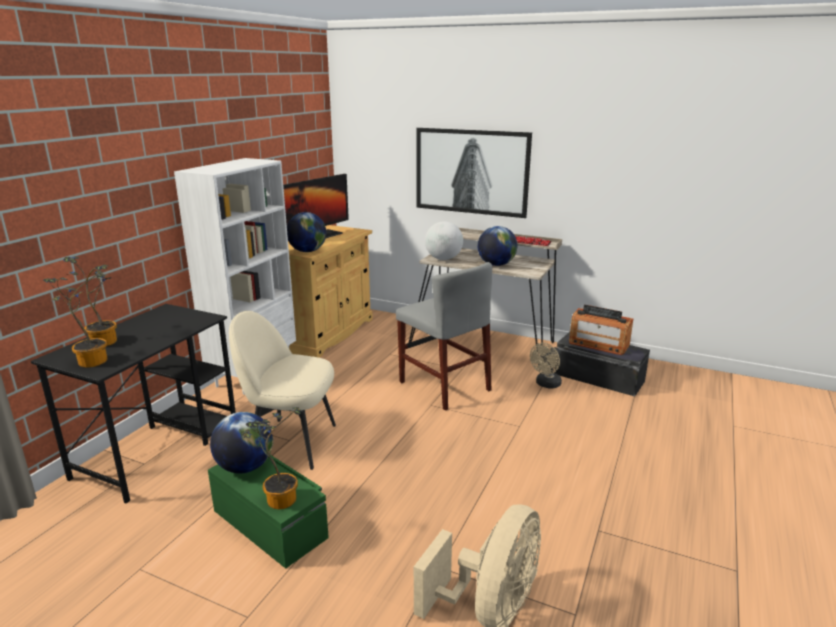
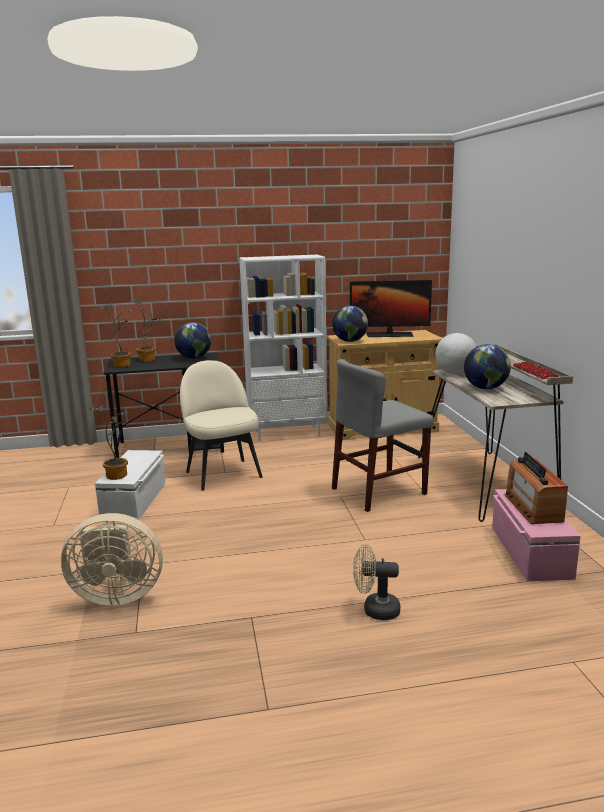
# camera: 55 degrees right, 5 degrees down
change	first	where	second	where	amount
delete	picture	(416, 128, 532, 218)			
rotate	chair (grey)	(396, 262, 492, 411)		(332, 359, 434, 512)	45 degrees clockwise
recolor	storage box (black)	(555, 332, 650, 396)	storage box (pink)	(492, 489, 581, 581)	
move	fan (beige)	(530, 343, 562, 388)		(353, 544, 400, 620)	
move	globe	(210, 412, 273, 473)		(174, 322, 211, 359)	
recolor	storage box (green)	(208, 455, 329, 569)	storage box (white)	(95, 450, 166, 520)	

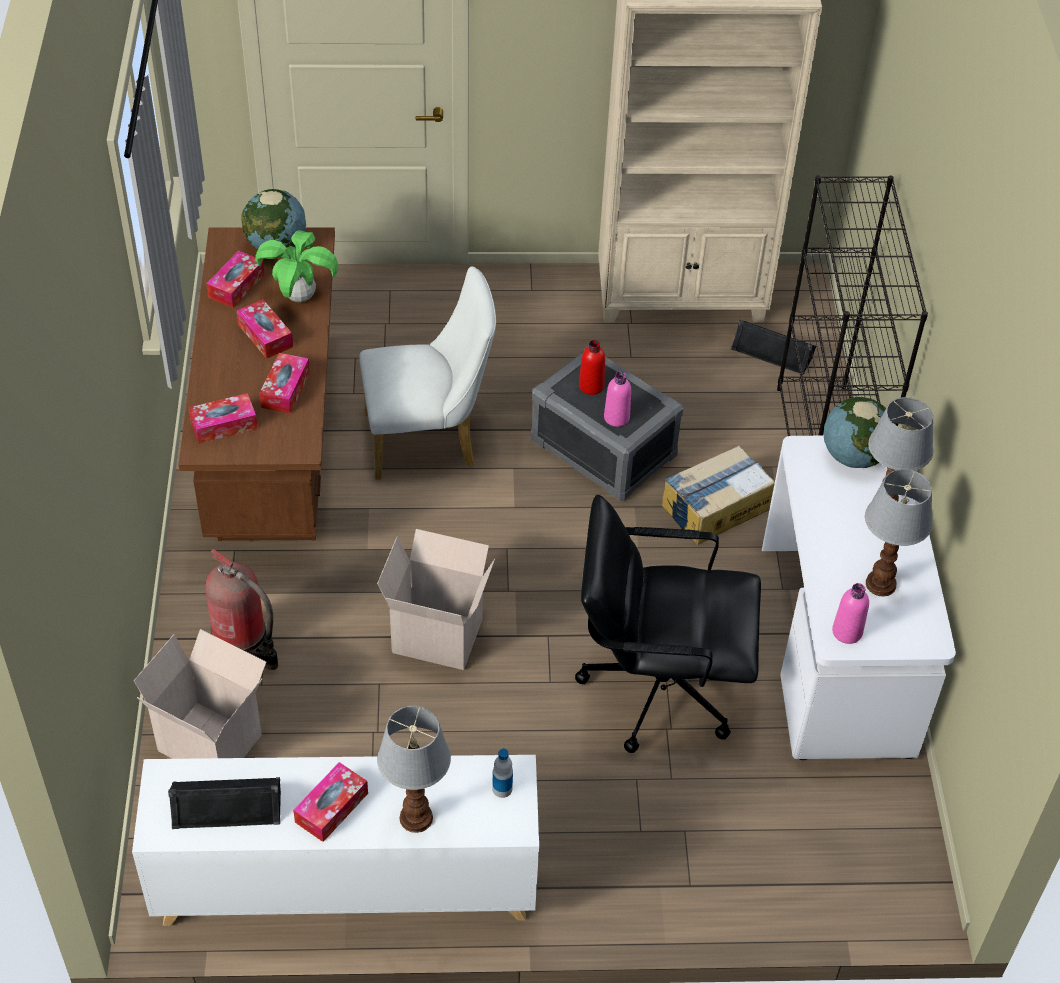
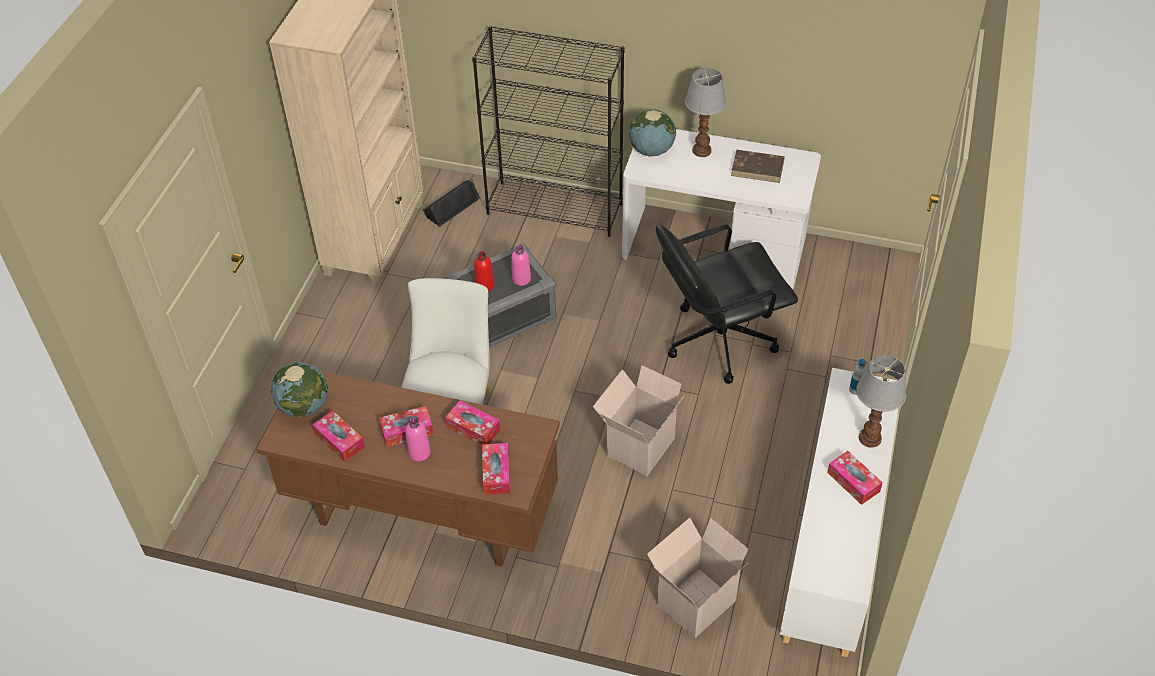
# camera: 70 degrees left, 0 degrees up
change	first	where	second	where	amount
delete	potted plant	(255, 230, 338, 302)			
delete	cardboard box	(662, 445, 775, 545)			
replace	table lamp	(865, 469, 932, 597)	book (brown)	(731, 150, 785, 183)	
rotate	office chair (black)	(575, 494, 761, 753)		(656, 225, 798, 384)	45 degrees clockwise
delete	fire extinguisher	(205, 549, 278, 670)			
move	bottle (pink)	(832, 583, 869, 644)		(405, 417, 431, 461)	
delete	speaker (black)	(168, 777, 281, 829)			

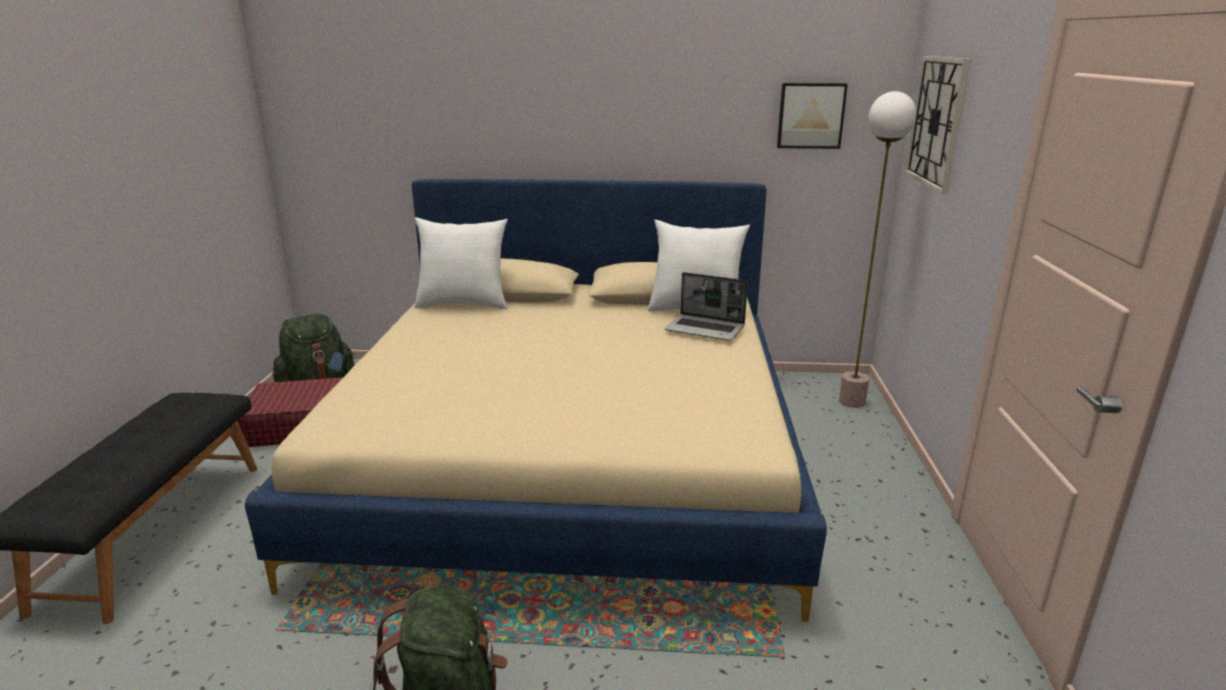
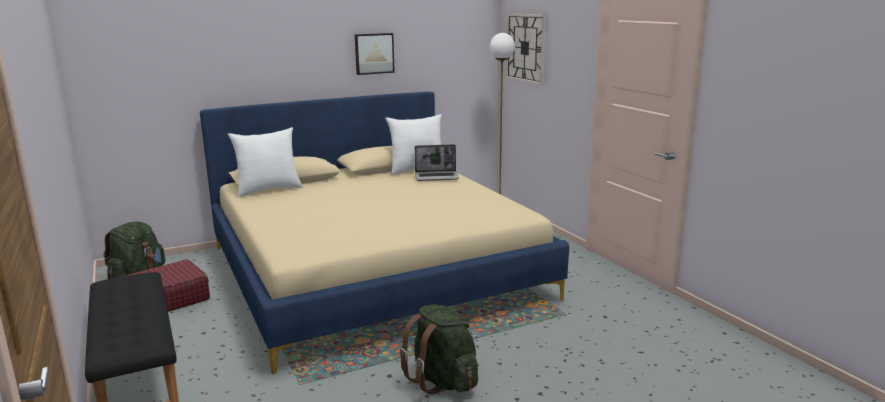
# camera: 30 degrees left, 5 degrees down
change	first	where	second	where	amount
move	picture	(777, 83, 848, 149)		(355, 33, 395, 75)	

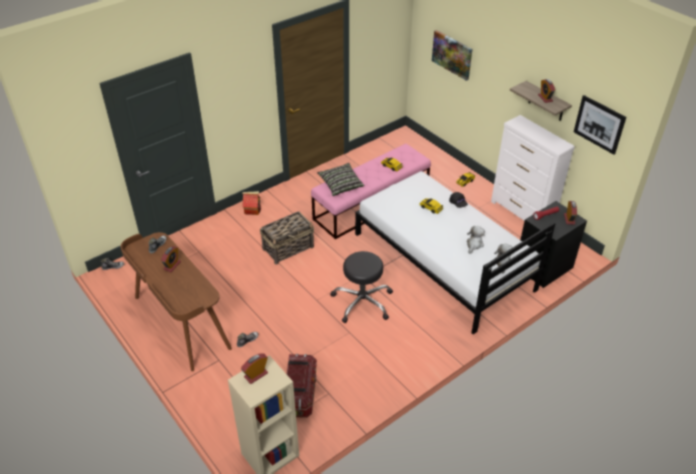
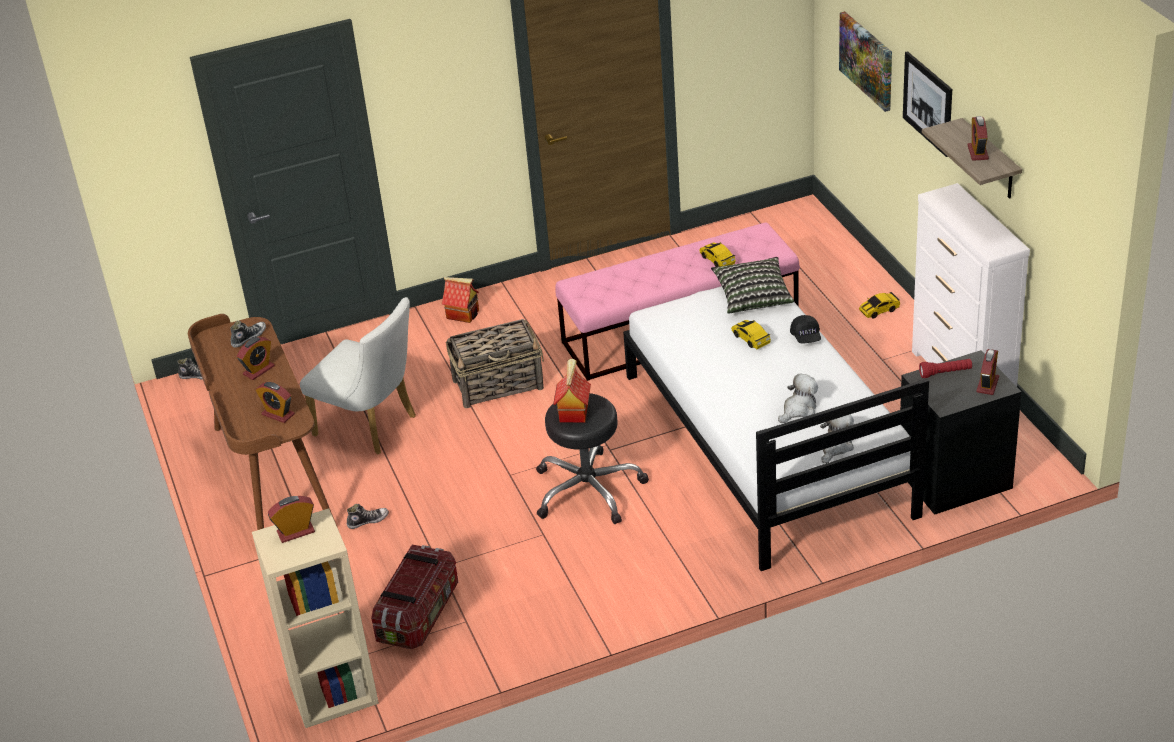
# camera: 20 degrees right, 5 degrees down
change	first	where	second	where	amount
move	picture	(574, 95, 626, 155)		(903, 51, 952, 157)	
move	pillow	(317, 163, 364, 196)		(711, 257, 794, 314)	
insert			chair (white)	(300, 297, 416, 455)	
insert			toy house	(553, 359, 591, 423)	
insert			alarm clock	(255, 382, 295, 423)	

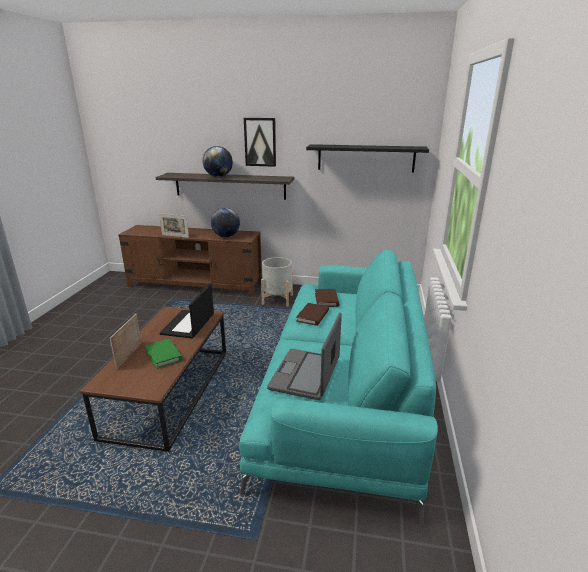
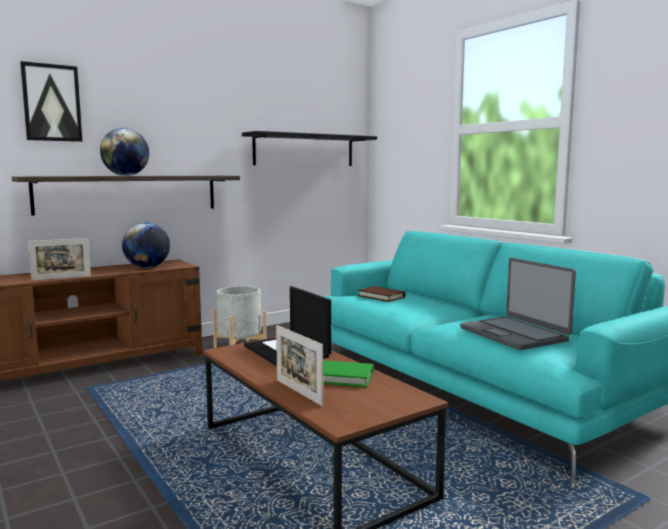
# camera: 45 degrees left, 15 degrees down
change	first	where	second	where	amount
move	picture	(244, 118, 276, 167)		(20, 61, 82, 142)	
delete	book (brown)	(296, 303, 329, 326)			

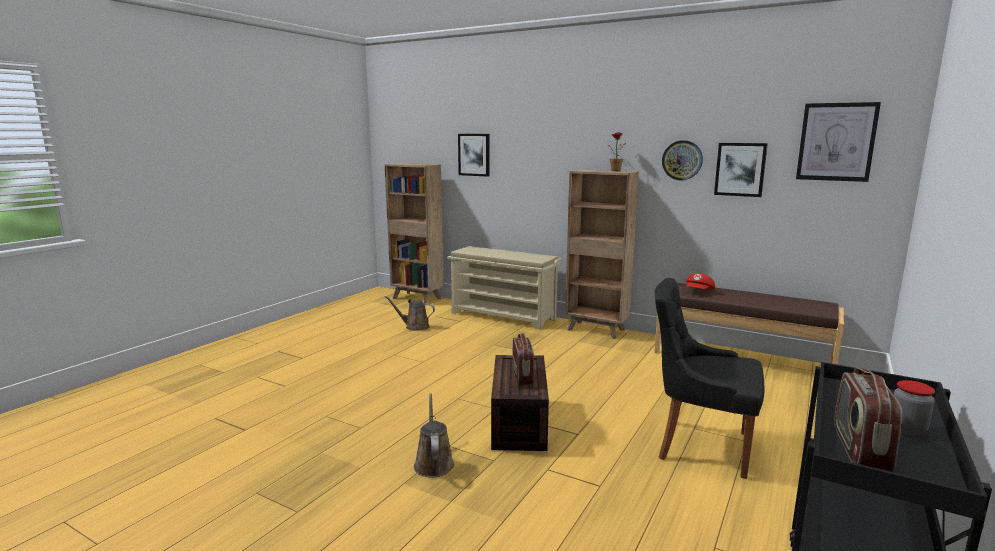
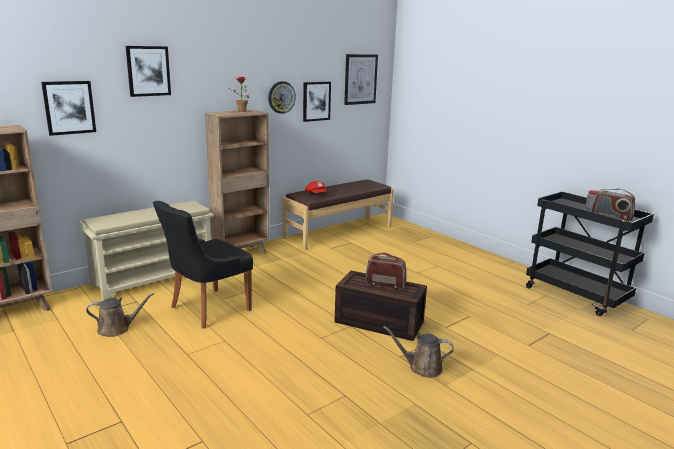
# camera: 70 degrees left, 5 degrees up
change	first	where	second	where	amount
move	chair (black)	(654, 278, 765, 479)		(153, 201, 253, 329)	
rotate	watering can (brown)	(385, 296, 435, 331)		(86, 293, 154, 337)	135 degrees counterclockwise
insert			picture	(126, 46, 171, 97)	

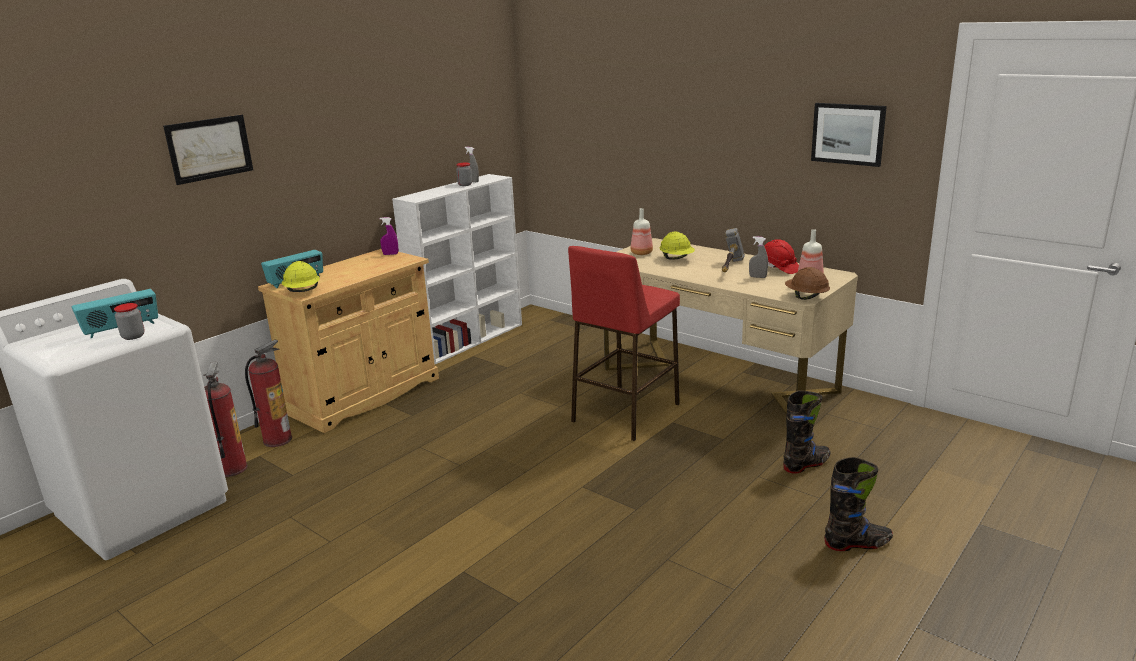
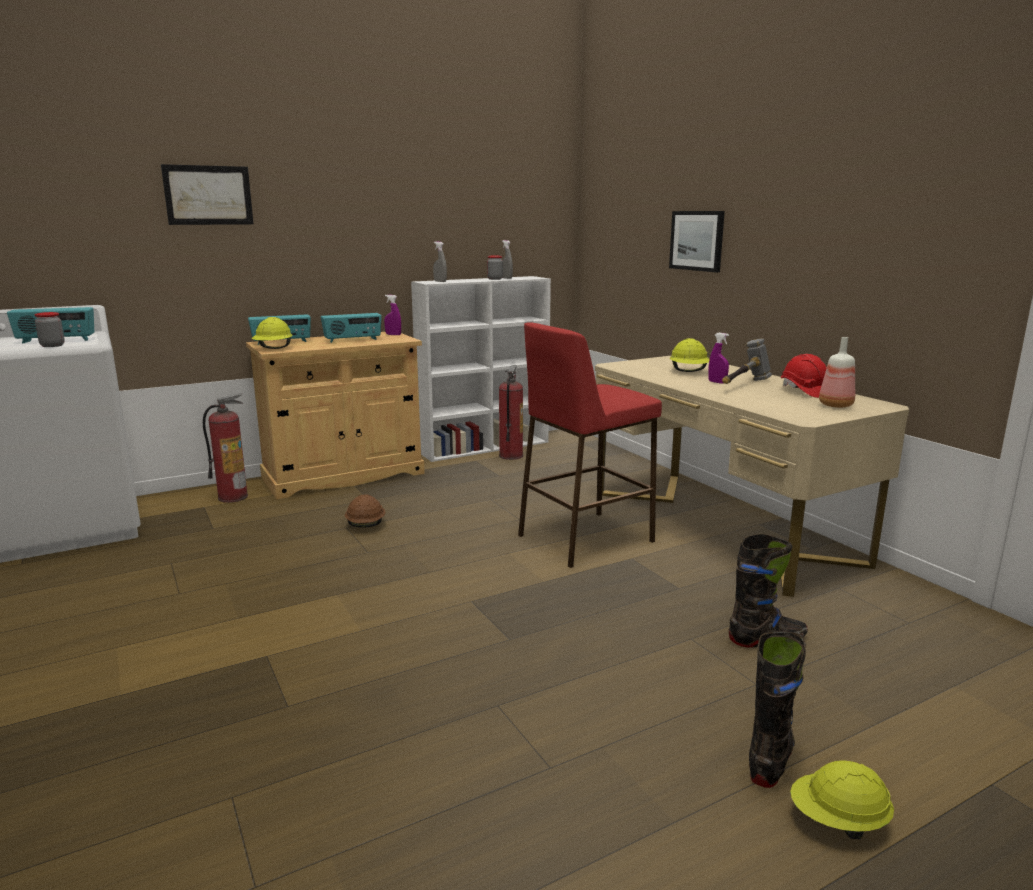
# camera: 20 degrees right, 5 degrees down
change	first	where	second	where	amount
move	picture	(811, 103, 887, 167)		(669, 211, 725, 272)	
delete	bottle	(631, 208, 653, 255)			
move	spray bottle (grey)	(749, 236, 768, 278)		(433, 242, 447, 282)	
move	hard hat (brown)	(785, 267, 830, 300)		(345, 495, 385, 528)	
move	fire extinguisher	(203, 362, 248, 477)		(499, 365, 523, 460)	
rotate	boot (black)	(824, 457, 893, 551)		(749, 631, 806, 788)	75 degrees counterclockwise
insert			radio	(321, 313, 382, 343)	
insert			spray bottle (purple)	(708, 333, 729, 384)	
insert			hard hat (yellow)	(790, 760, 894, 839)	

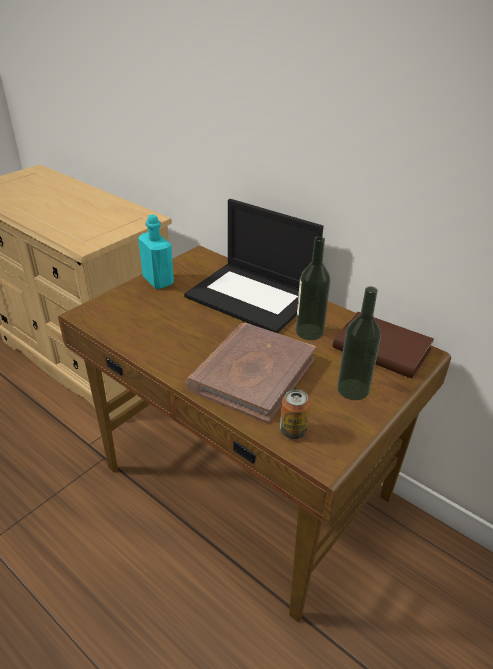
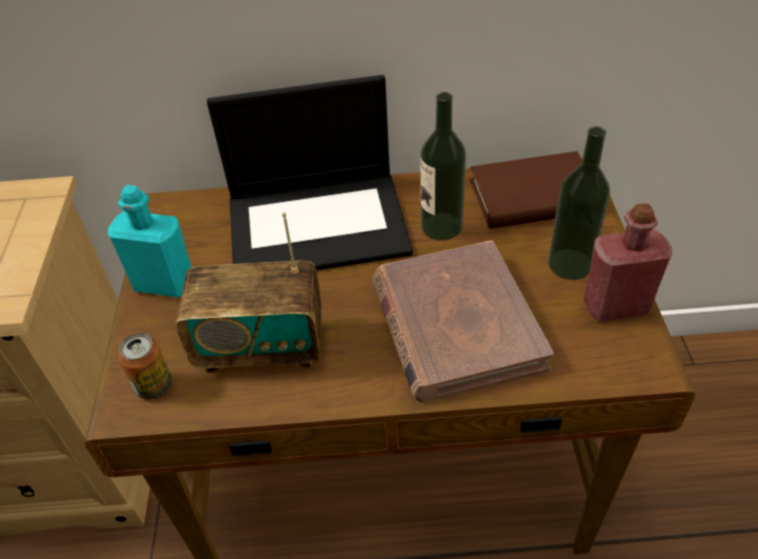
# camera: 40 degrees left, 10 degrees up
change	first	where	second	where	amount
move	can	(280, 389, 310, 439)		(118, 333, 172, 400)	
insert			bottle (red)	(583, 203, 672, 322)	
insert			radio	(176, 212, 321, 373)	

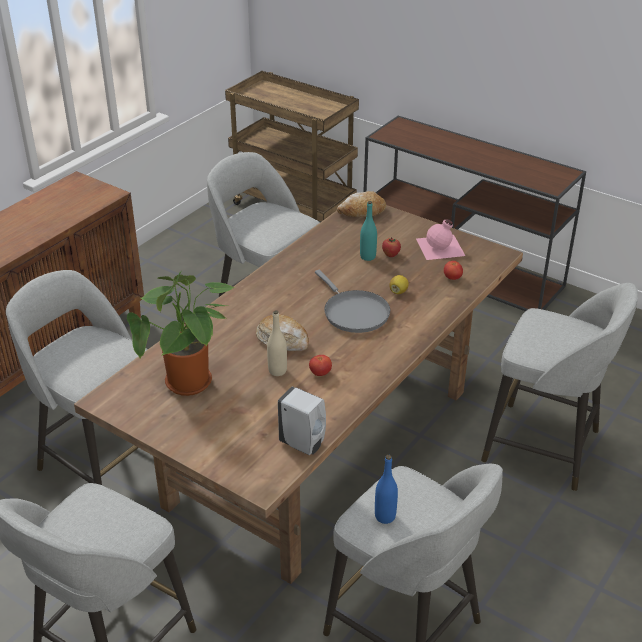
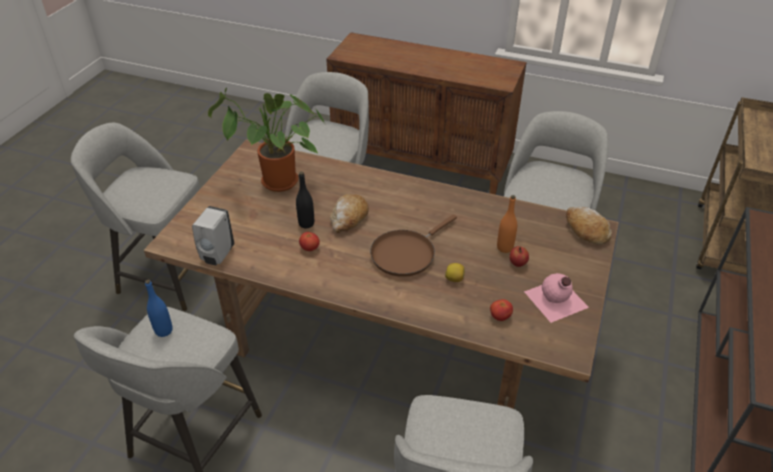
# camera: 75 degrees right, 5 degrees up
change	first	where	second	where	amount
recolor	bottle (turquoise)	(360, 201, 377, 261)	bottle (orange)	(497, 195, 517, 253)	
recolor	frying pan (grey)	(315, 270, 390, 333)	frying pan (brown)	(370, 215, 457, 277)	
recolor	bottle (beige)	(267, 310, 287, 376)	bottle (black)	(296, 172, 314, 228)	

